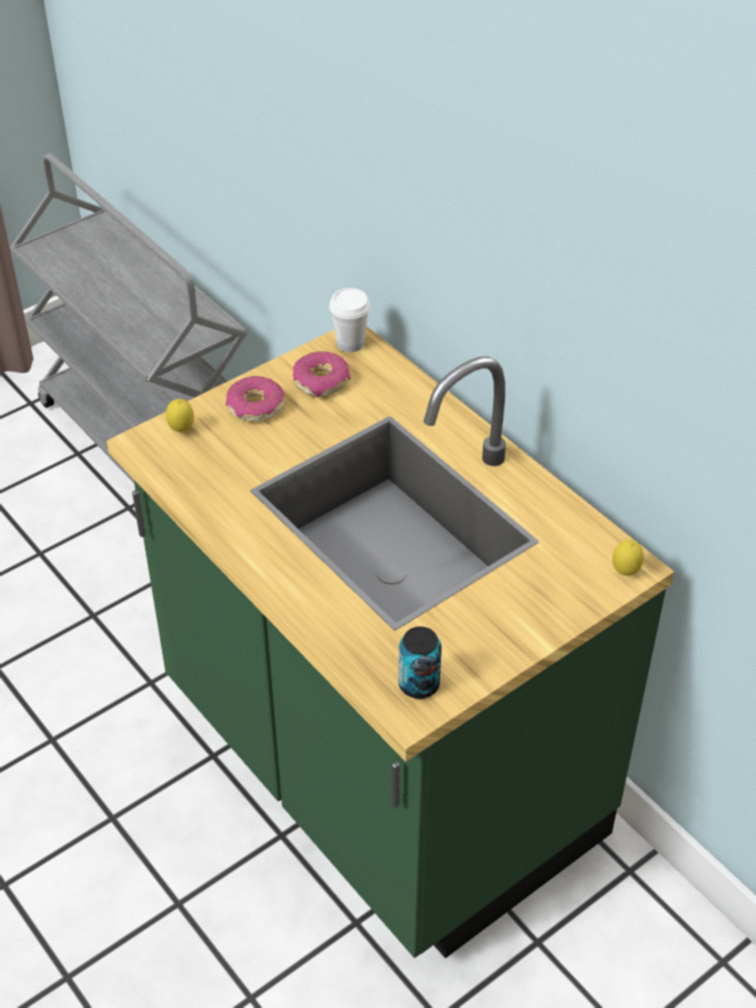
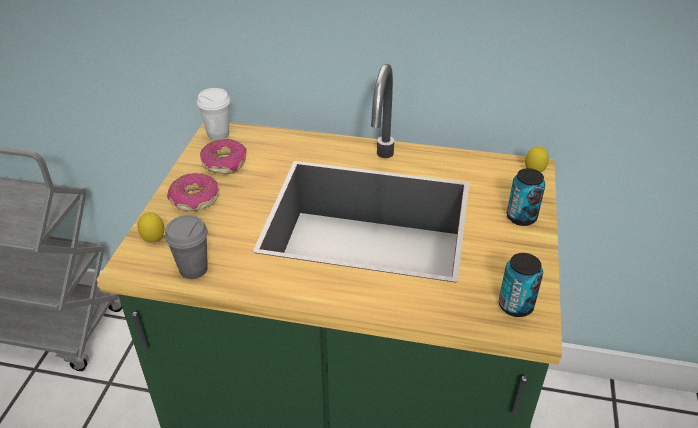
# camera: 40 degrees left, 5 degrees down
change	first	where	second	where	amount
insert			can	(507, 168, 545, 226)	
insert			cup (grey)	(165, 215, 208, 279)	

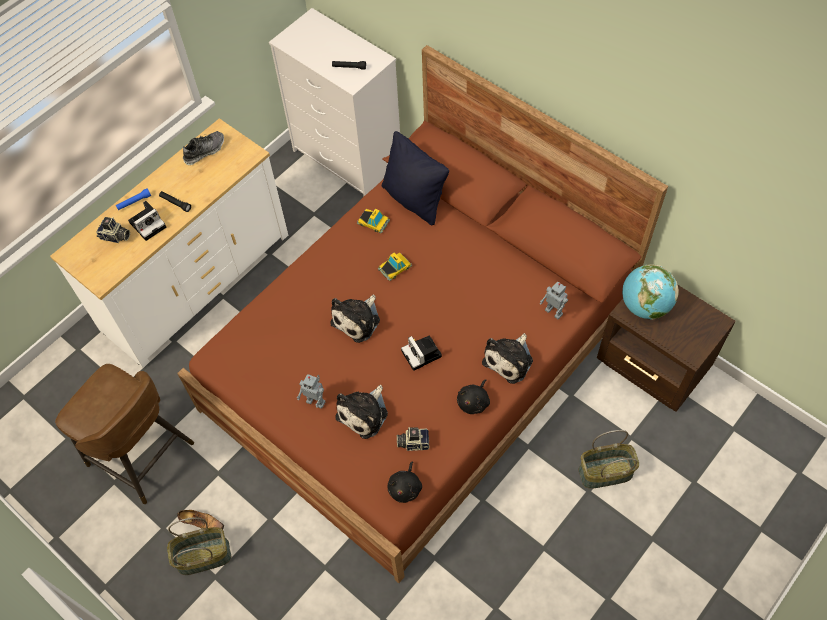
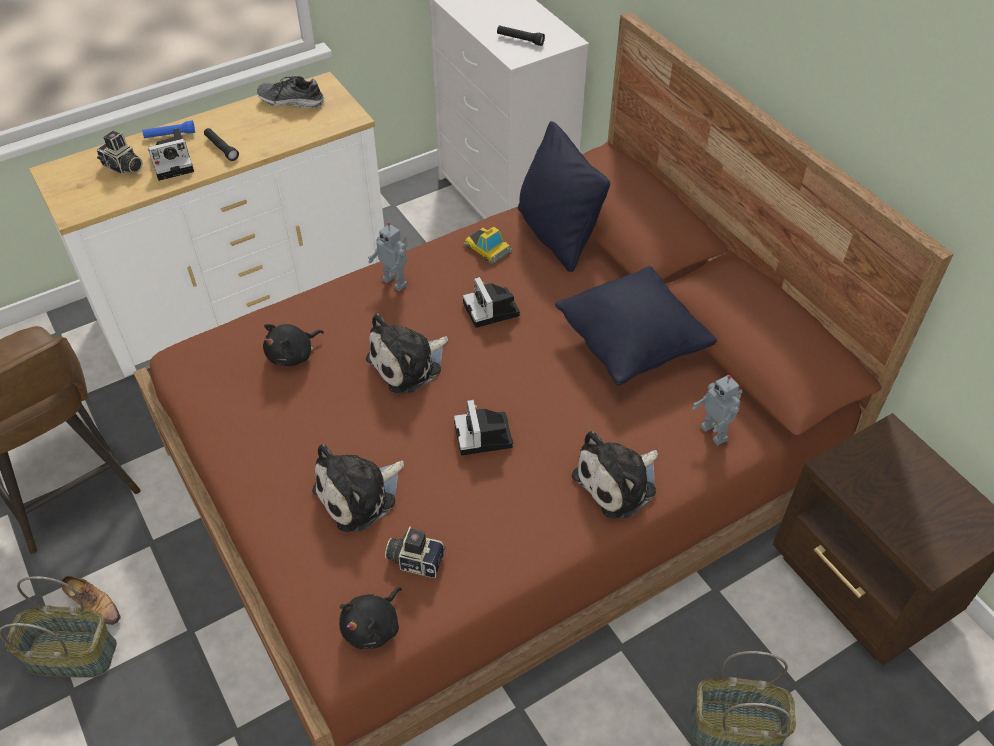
# camera: 15 degrees right, 10 degrees down
change	first	where	second	where	amount
rotate	shoe	(183, 131, 224, 165)		(257, 76, 325, 109)	150 degrees counterclockwise
replace	toy car	(378, 252, 412, 281)	photo camera	(463, 277, 520, 328)	
delete	globe	(622, 264, 679, 320)			
move	toy robot	(297, 374, 325, 409)		(368, 222, 408, 291)	
move	plush toy (black)	(457, 379, 490, 414)		(263, 324, 324, 366)	
insert			pillow (black)	(555, 266, 717, 385)	

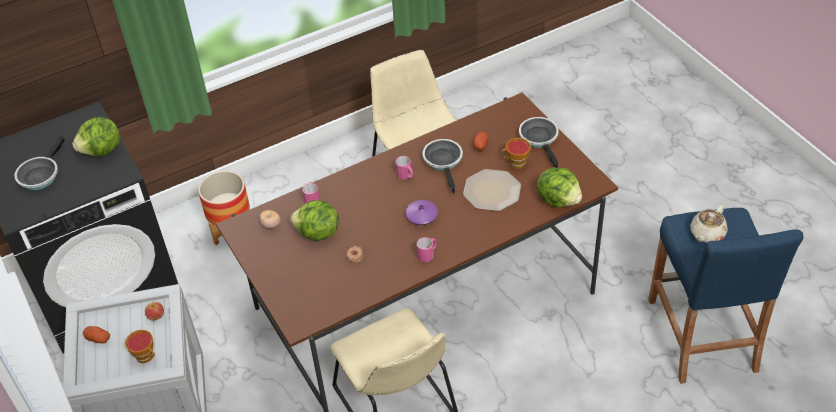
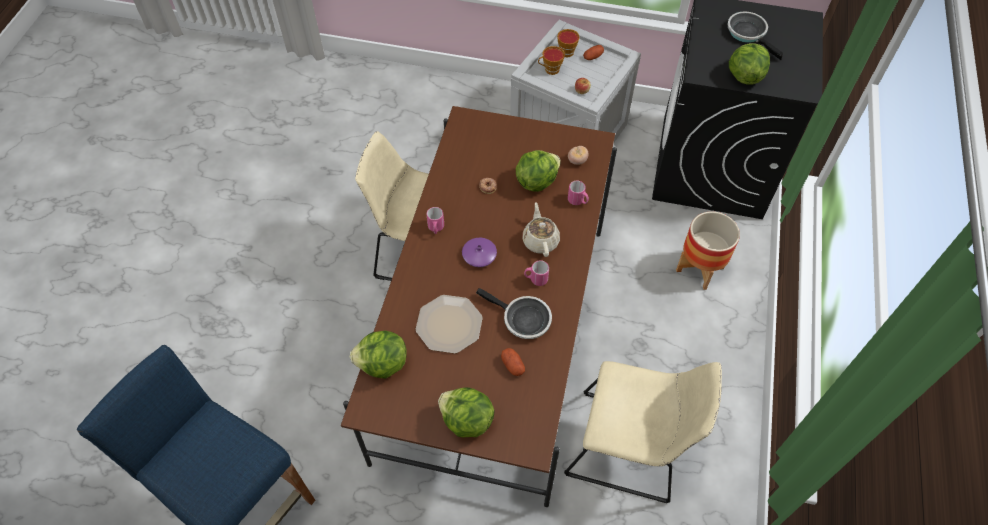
# camera: 130 degrees right, 10 degrees up
change	first	where	second	where	amount
replace	frying pan	(519, 117, 559, 168)	lettuce	(438, 388, 495, 437)	
move	cup	(501, 138, 531, 169)		(557, 29, 580, 57)	
move	teapot (beige)	(690, 205, 728, 243)		(523, 202, 560, 257)	

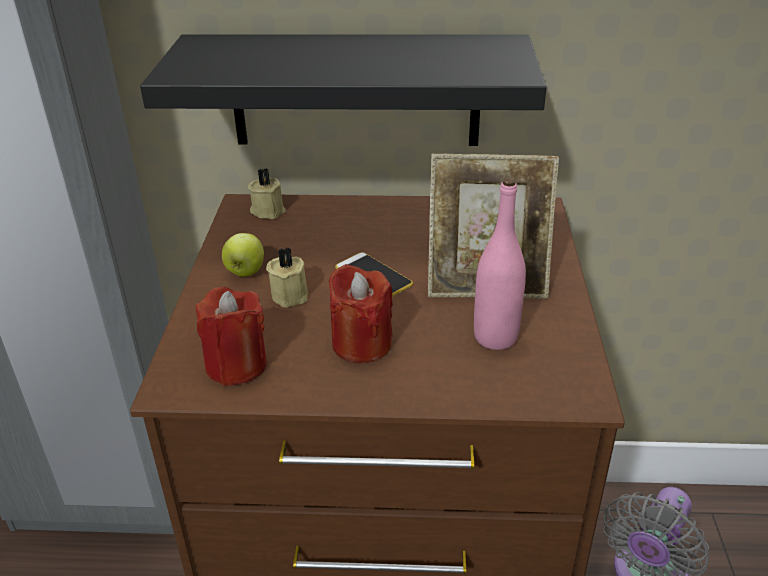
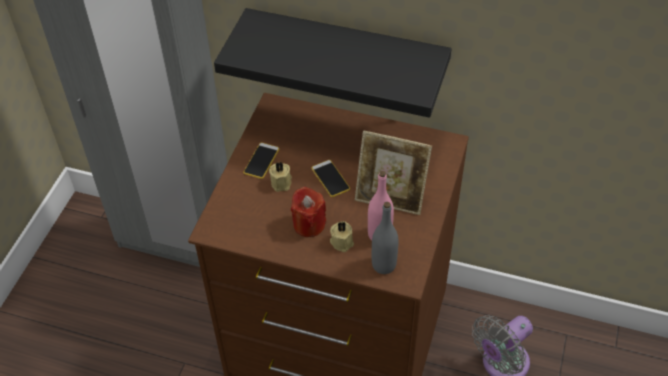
# camera: 15 degrees right, 15 degrees up
change	first	where	second	where	amount
move	candle (beige)	(248, 168, 286, 219)		(330, 221, 354, 252)	
replace	apple	(222, 233, 264, 277)	phone	(243, 143, 279, 179)	
delete	candle (red)	(196, 287, 267, 386)			
insert			bottle (grey)	(372, 202, 399, 274)	

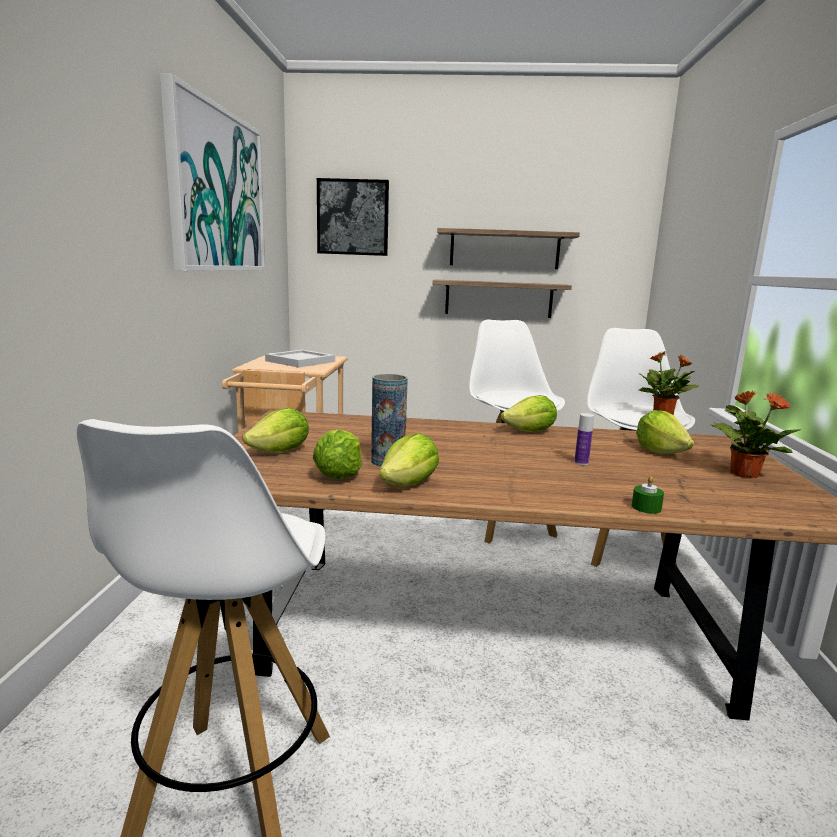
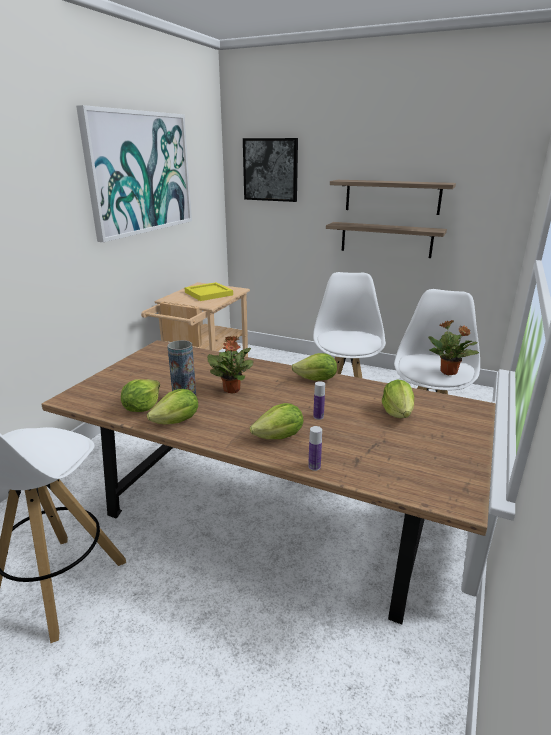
# camera: 20 degrees right, 10 degrees up
change	first	where	second	where	amount
recolor	tray (white)	(265, 350, 335, 368)	tray (yellow)	(184, 282, 233, 301)	
move	potted plant	(710, 390, 802, 478)		(207, 336, 254, 393)	
move	lettuce	(242, 408, 309, 452)		(250, 403, 303, 439)	
replace	candle (green)	(632, 476, 664, 514)	bottle	(308, 426, 322, 471)	

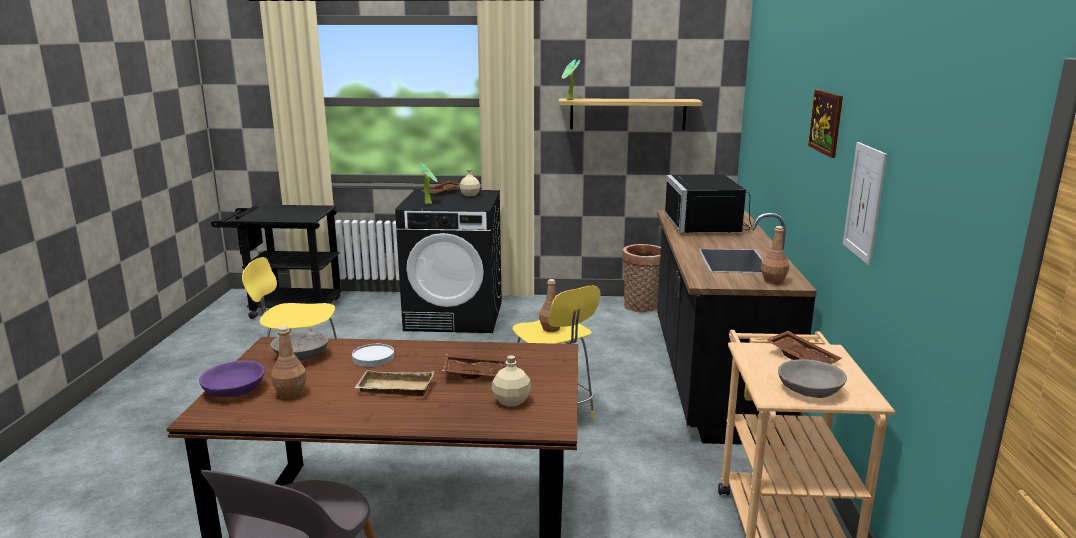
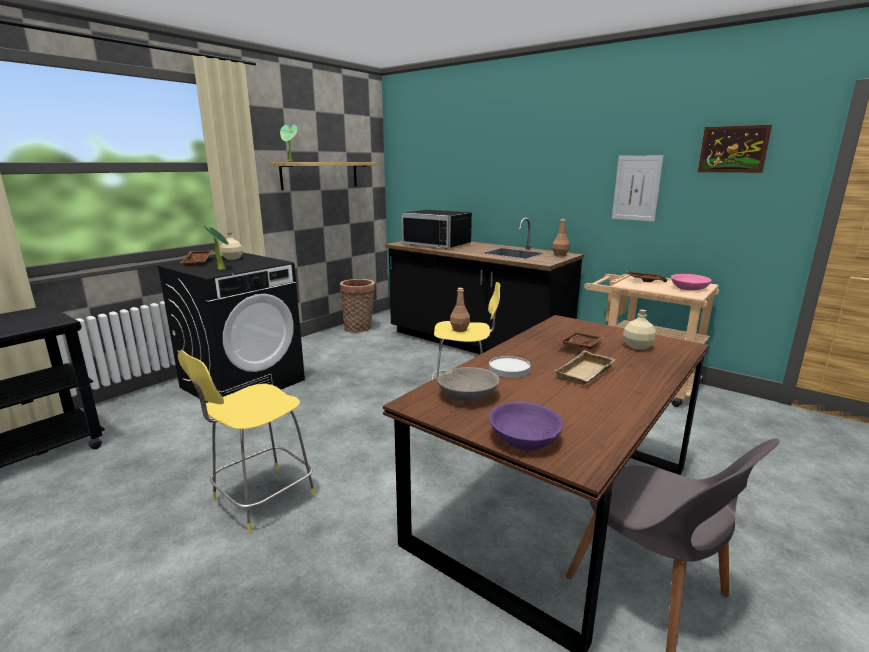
# camera: 55 degrees left, 0 degrees up
change	first	where	second	where	amount
move	picture	(808, 89, 843, 158)		(698, 125, 772, 173)	
delete	bottle (brown)	(271, 326, 307, 399)			
recolor	bowl (grey)	(778, 359, 847, 398)	bowl (pink)	(671, 274, 712, 290)	

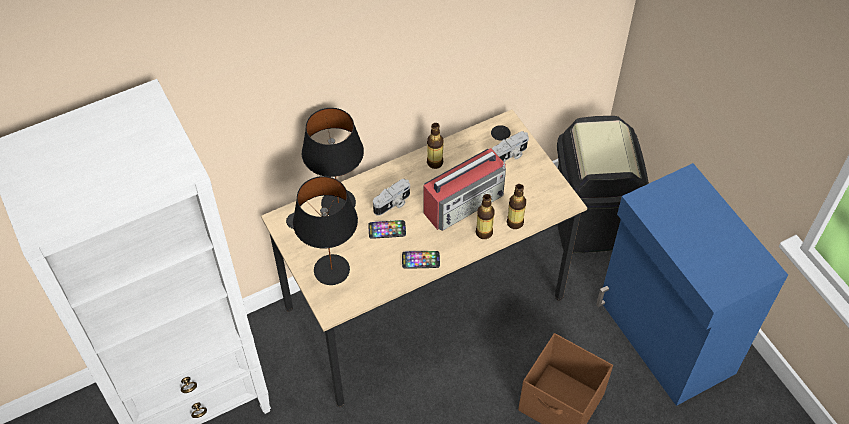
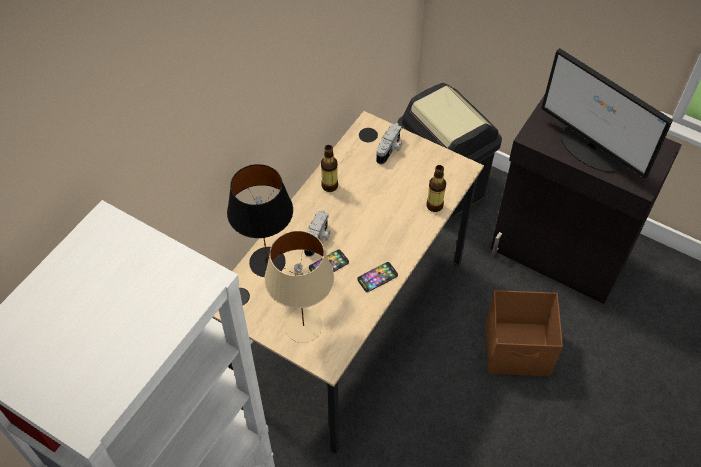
# camera: 30 degrees left, 0 degrees up
change	first	where	second	where	amount
delete	radio	(424, 148, 506, 231)			
recolor	cabinet (blue)	(596, 163, 788, 406)	cabinet (black)	(490, 95, 682, 304)	
recolor	table lamp (black)	(293, 176, 358, 285)	table lamp (beige)	(264, 230, 334, 343)	
delete	bottle	(476, 194, 495, 239)			
insert			monitor	(541, 48, 673, 179)	

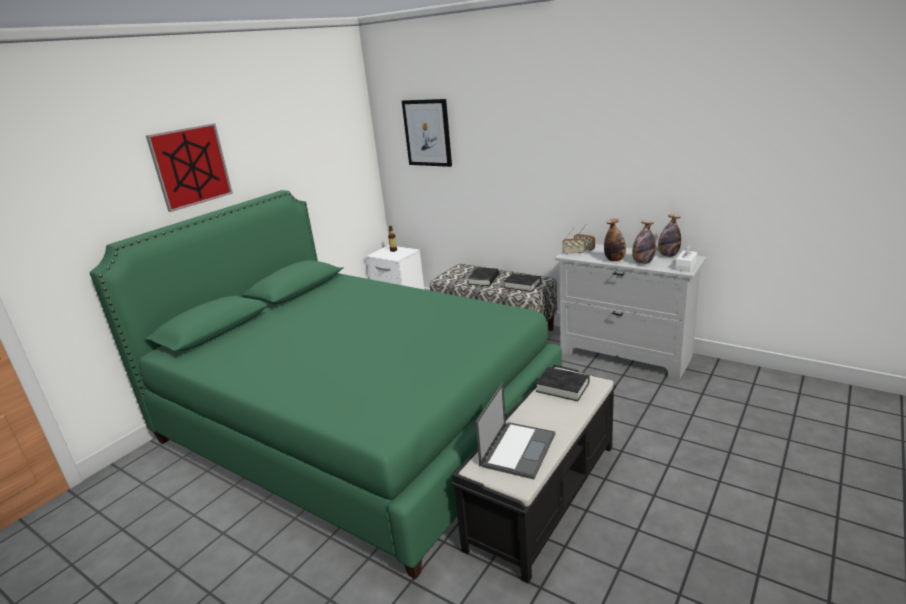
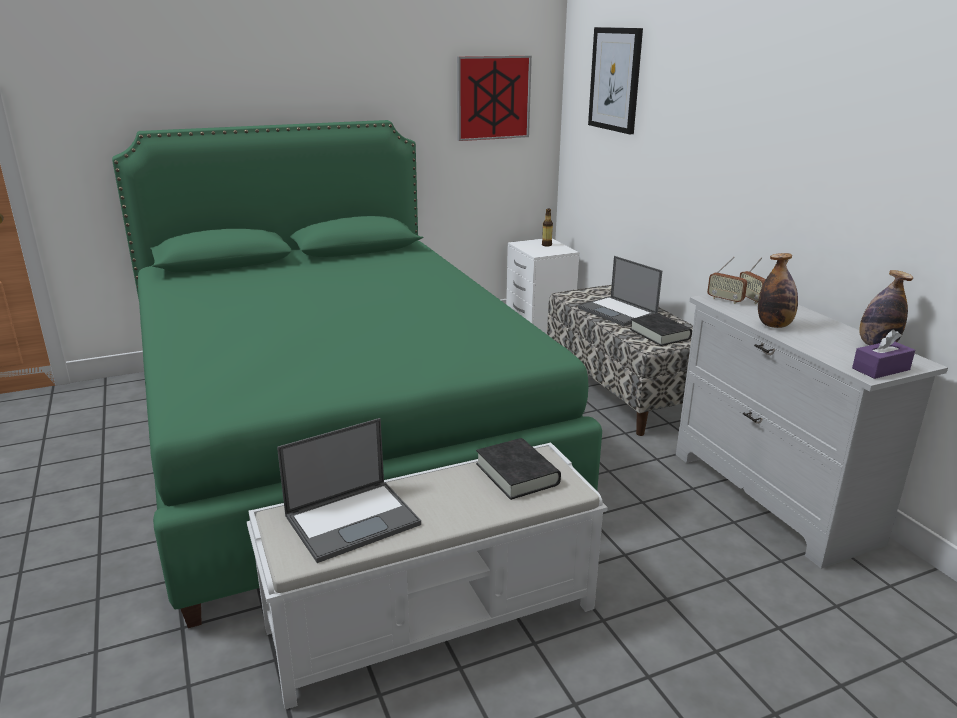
# camera: 30 degrees right, 0 degrees up
change	first	where	second	where	amount
move	picture	(146, 123, 233, 212)		(457, 56, 532, 141)	
delete	bottle	(632, 221, 656, 264)			
recolor	tissue box (white)	(675, 245, 697, 272)	tissue box (purple)	(852, 330, 915, 379)	
replace	book (black)	(468, 268, 499, 286)	laptop	(578, 256, 662, 326)	
recolor	bench (black)	(451, 365, 616, 583)	bench (white)	(247, 442, 608, 710)	

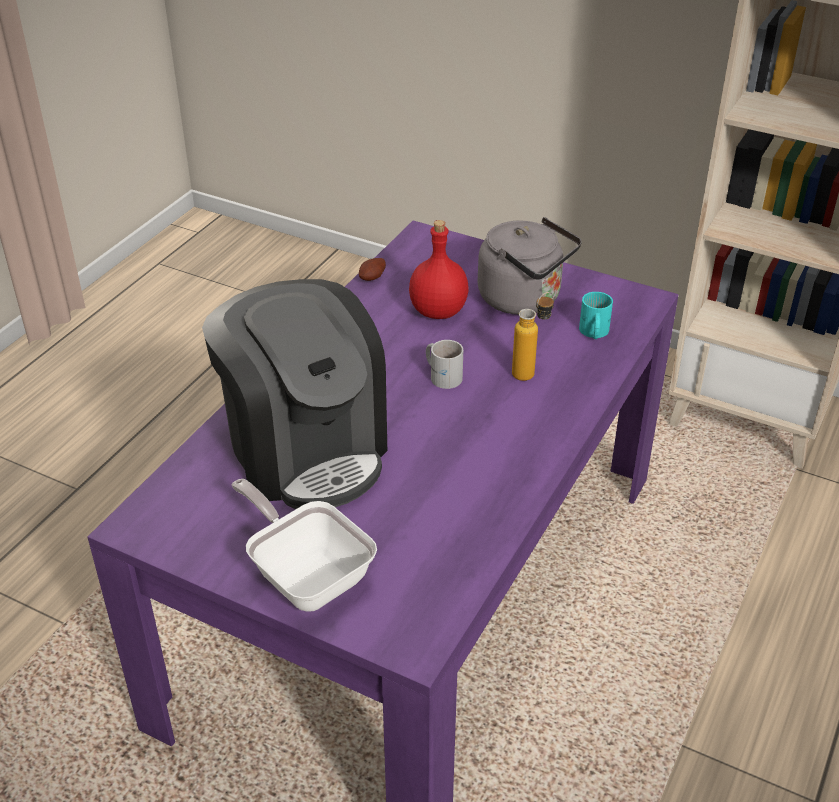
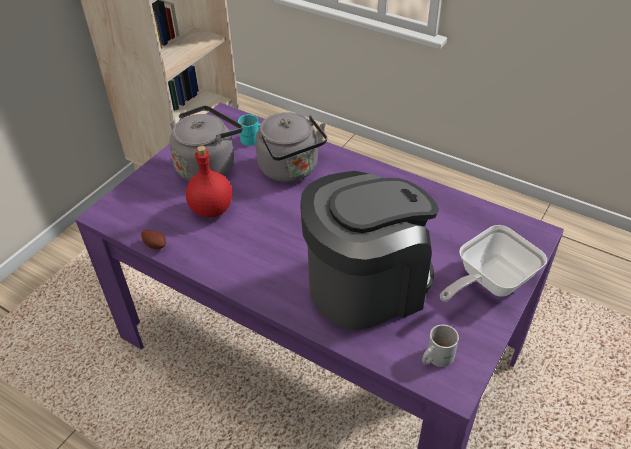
# camera: 85 degrees left, 5 degrees up
change	first	where	second	where	amount
replace	bottle	(512, 292, 554, 381)	kettle (grey)	(255, 112, 327, 182)	
move	mug (white)	(426, 340, 463, 389)		(422, 324, 459, 367)	

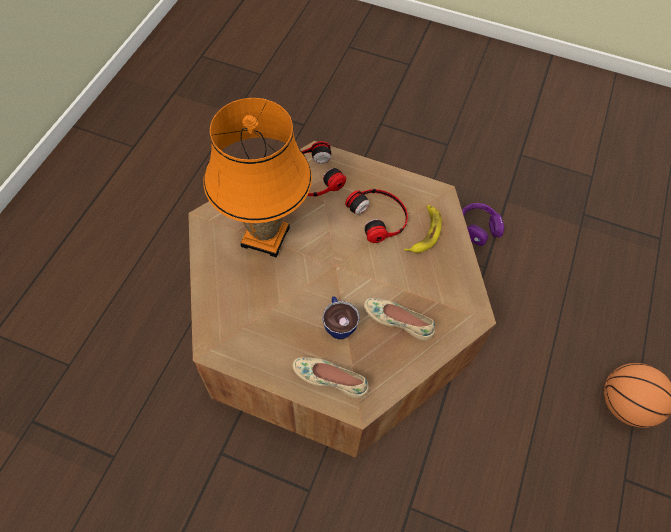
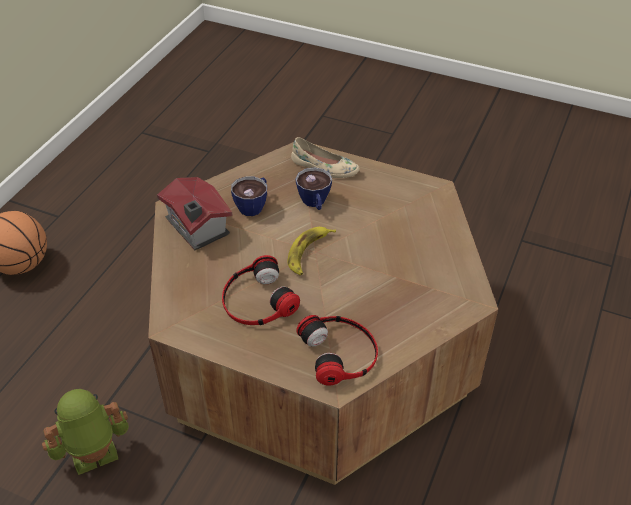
# camera: 175 degrees left, 15 degrees down
change	first	where	second	where	amount
delete	table lamp (orange)	(203, 98, 312, 257)			
replace	headphones (purple)	(462, 203, 504, 246)	toy robot	(42, 389, 129, 475)	
move	banana	(404, 205, 442, 253)		(288, 227, 336, 275)	
replace	shoe (beige)	(364, 298, 435, 340)	cup	(231, 177, 267, 216)	
insert			toy house	(157, 177, 233, 250)	

